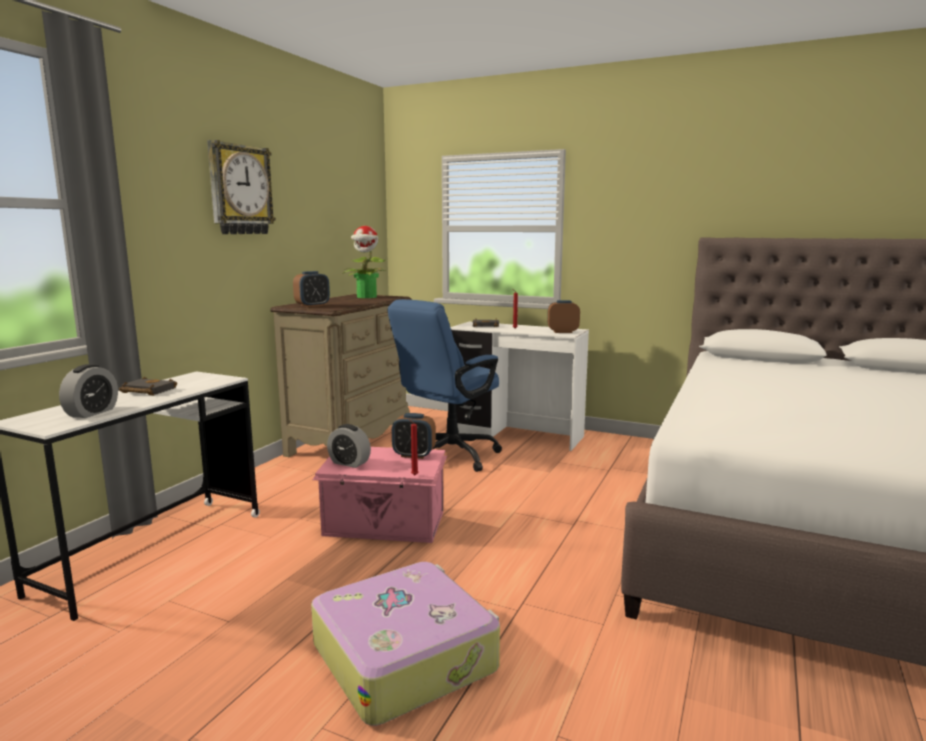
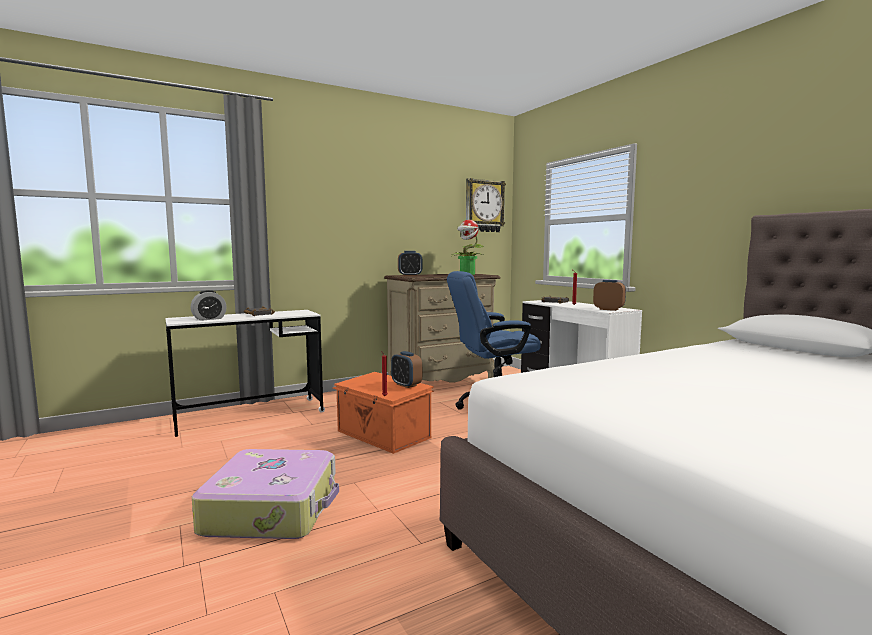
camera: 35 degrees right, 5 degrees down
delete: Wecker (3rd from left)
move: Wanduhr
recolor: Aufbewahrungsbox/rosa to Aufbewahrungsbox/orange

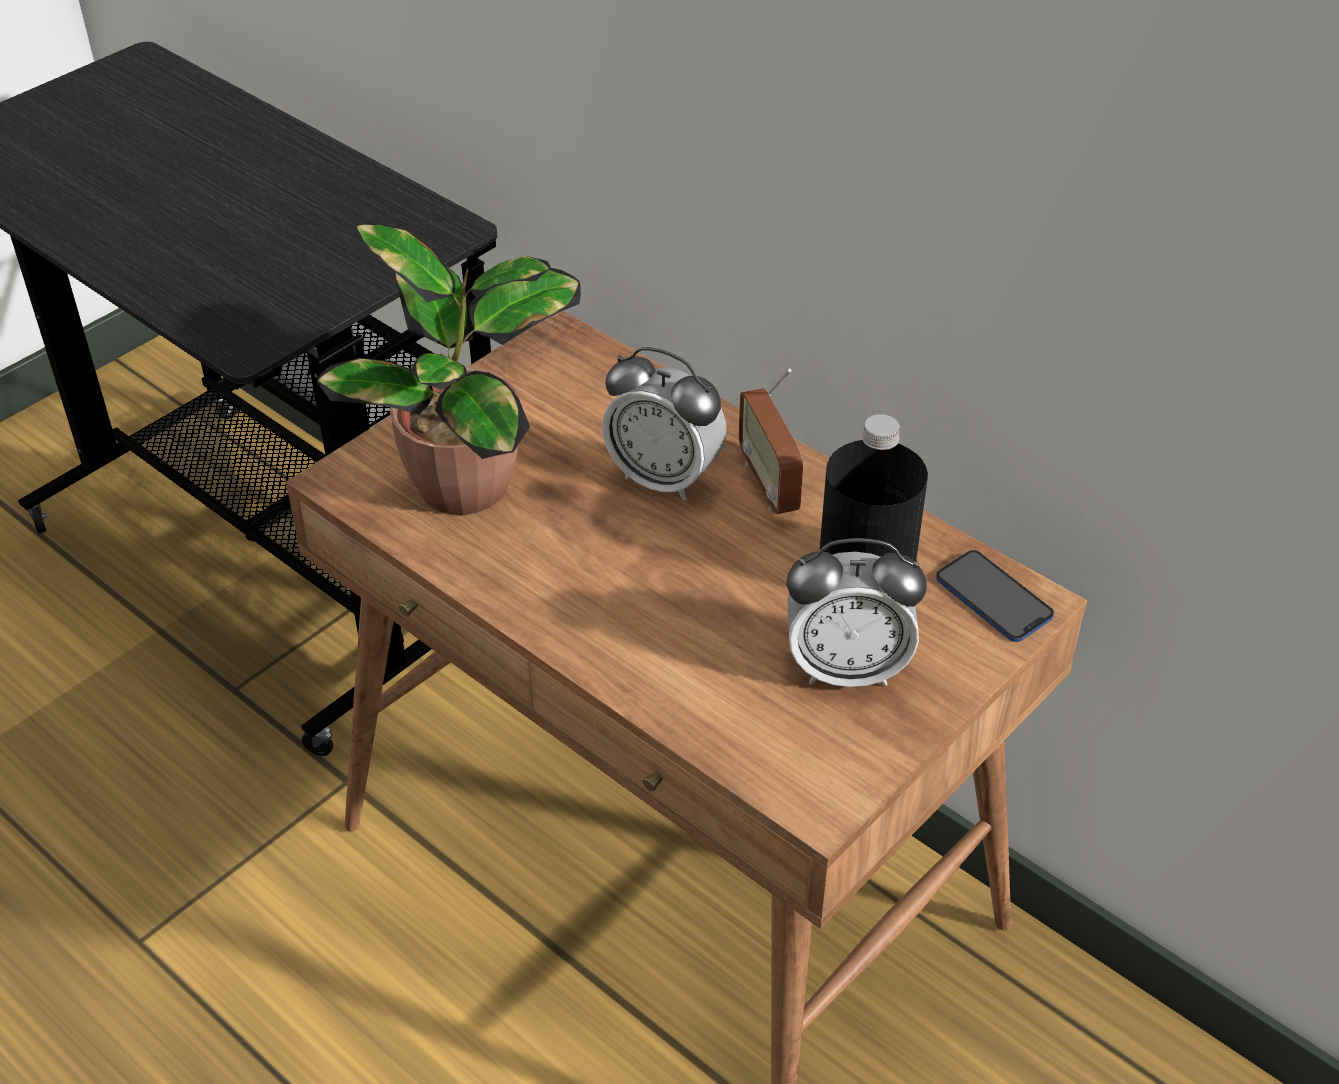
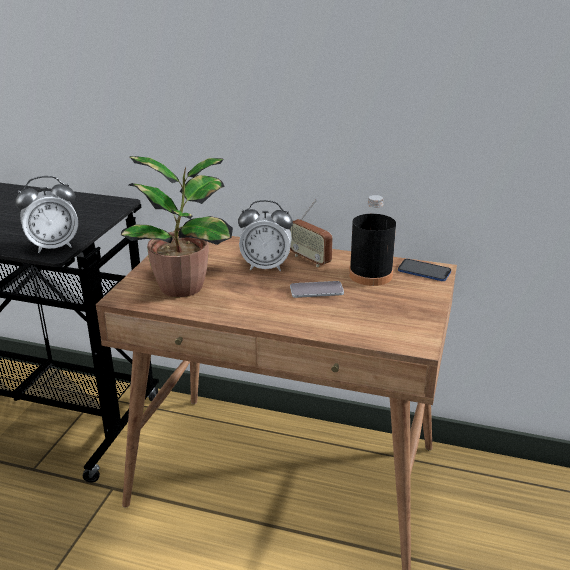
camera: 25 degrees left, 15 degrees down
insert: Handy (1st from left)
move: Wecker (2nd from left in the first image) to Wecker (1st from left)

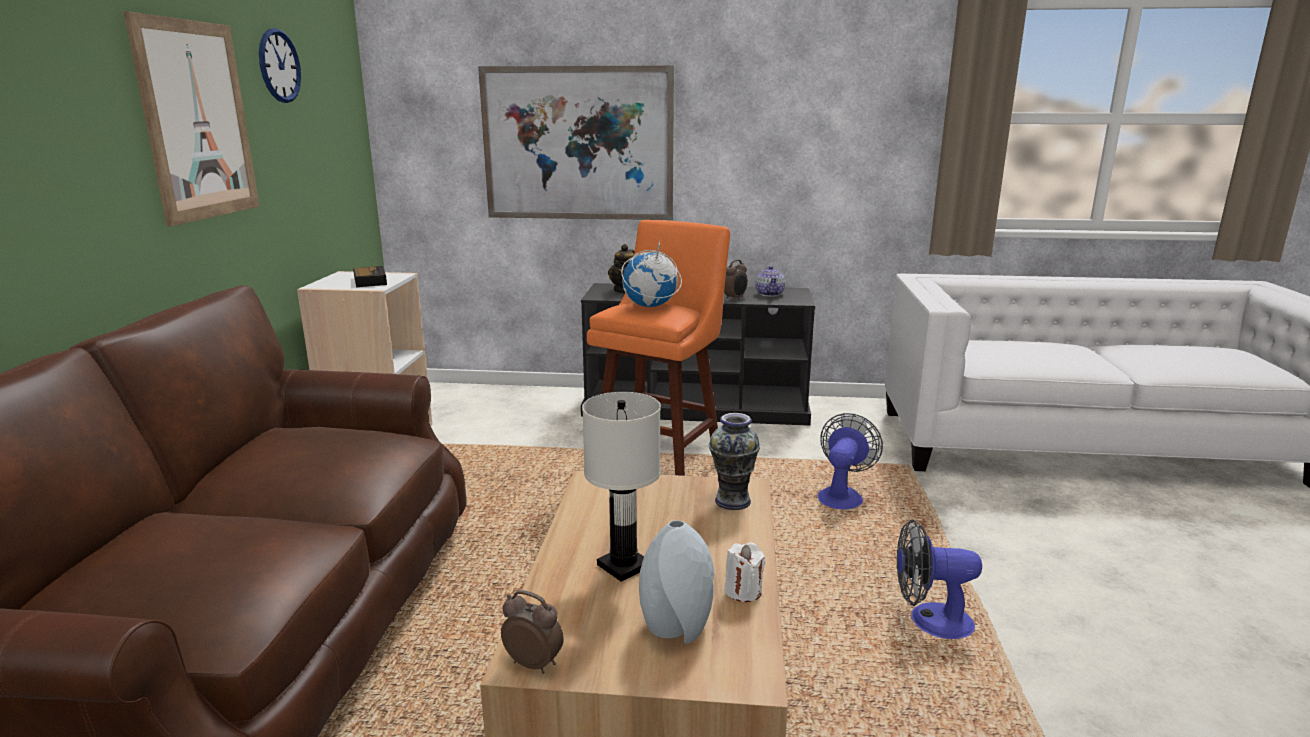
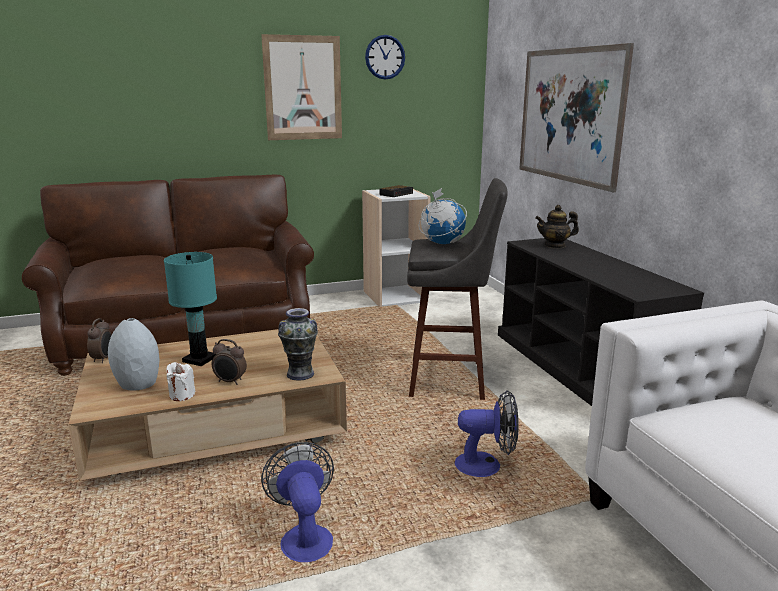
camera: 65 degrees right, 0 degrees up
delete: Teekanne (2nd from left)
move: Wecker (3rd from left in the first image) to Wecker (2nd from left)
recolor: Hocker/orange to Hocker/grau; Tischlampe/weiß to Tischlampe/türkis

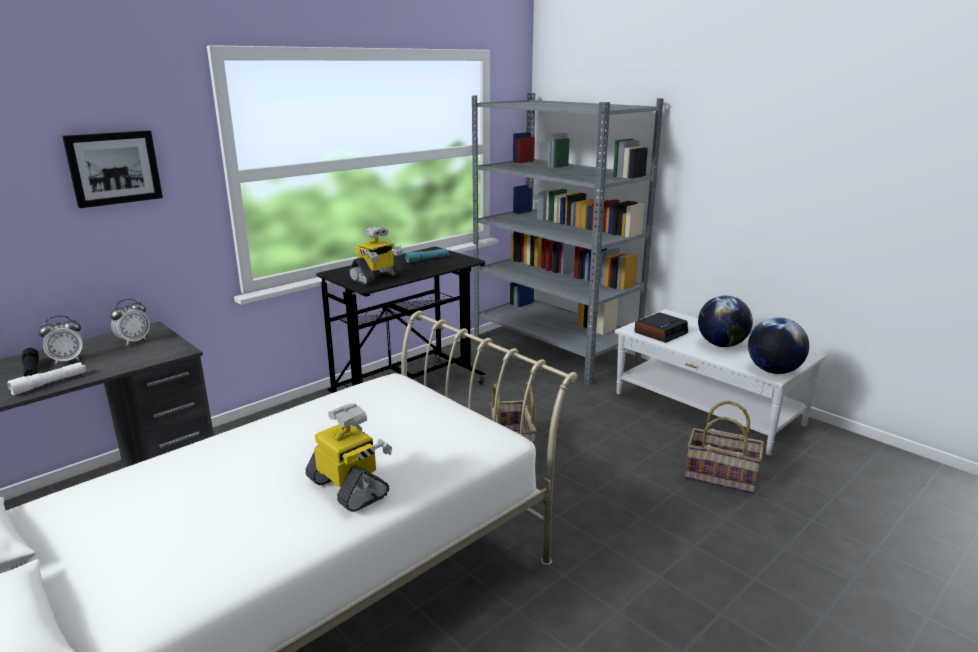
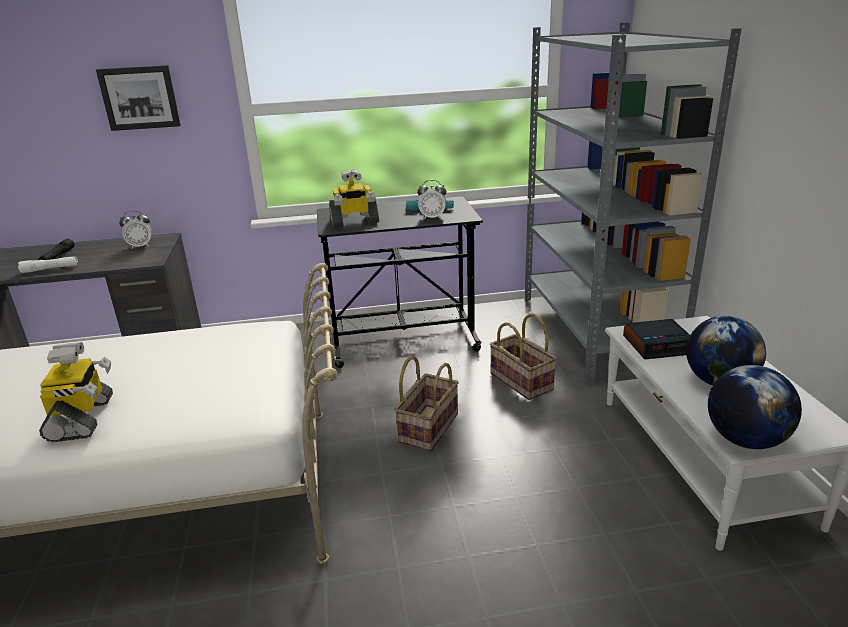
camera: 35 degrees right, 5 degrees up
move: Wecker (1st from left in the first image) to Wecker (2nd from left); Korb (2nd from left)

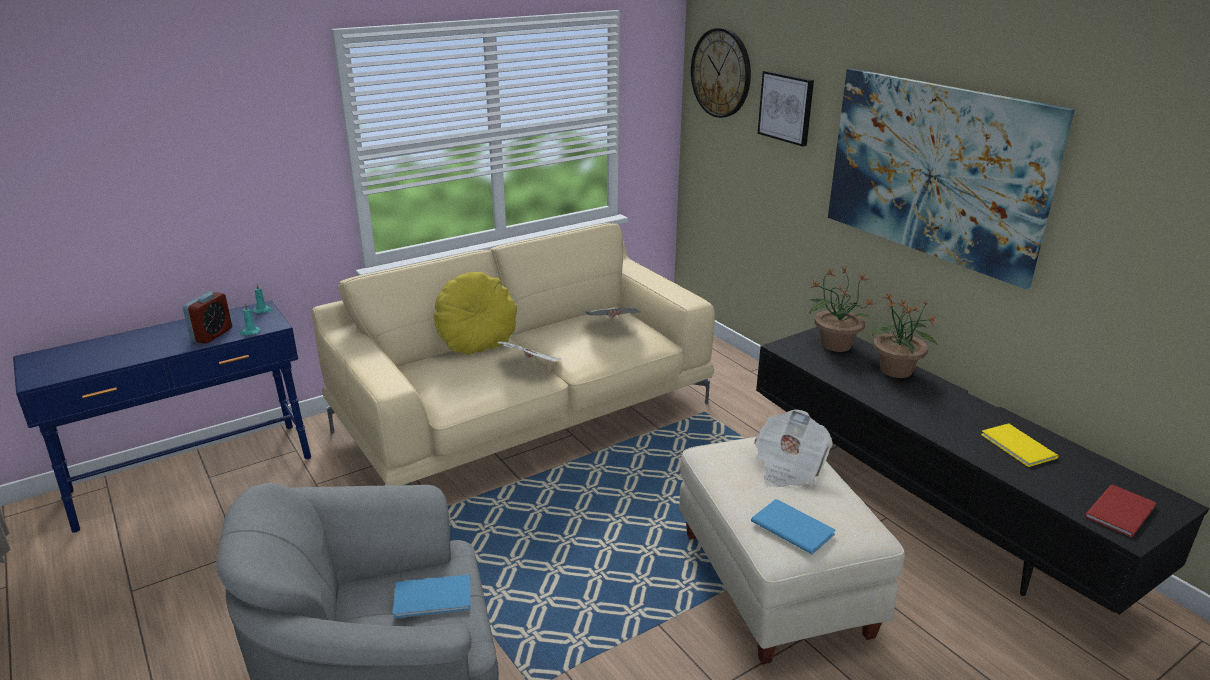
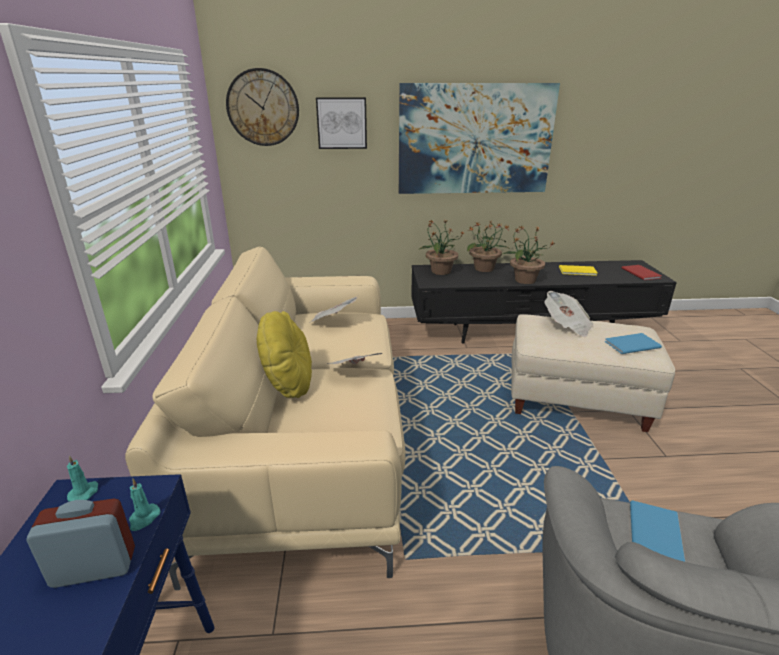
camera: 60 degrees left, 0 degrees up
insert: Topfpflanze (3rd from left)
rotate: Wecker 60 degrees counterclockwise

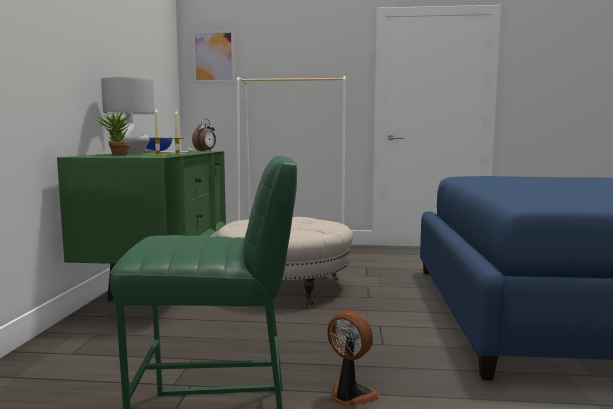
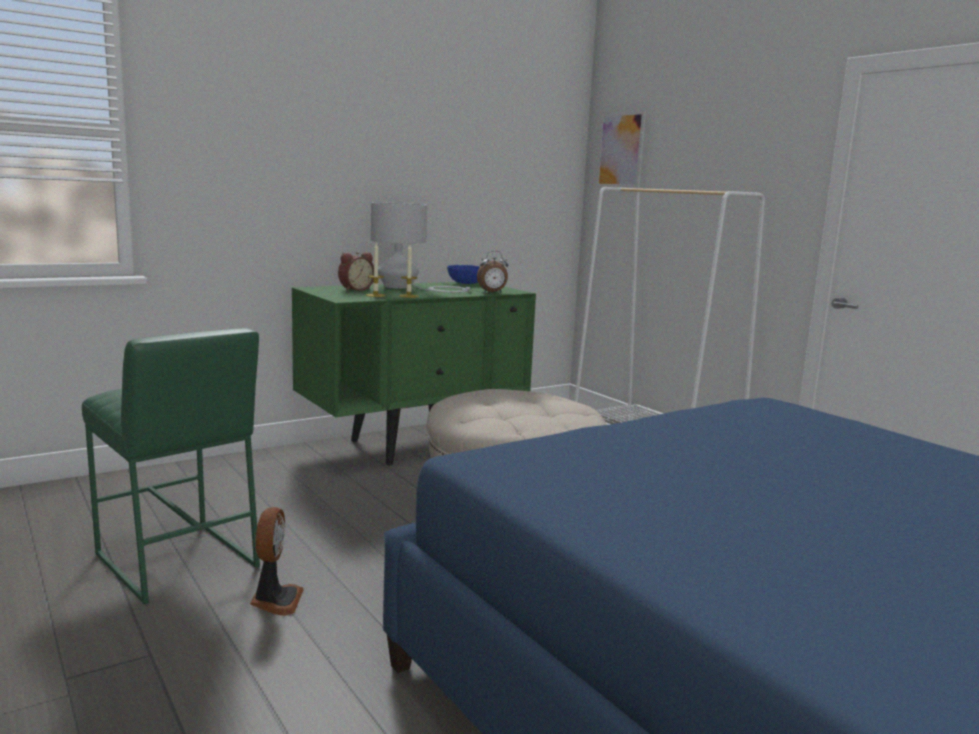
camera: 50 degrees right, 5 degrees up
replace: Topfpflanze to Wecker (1st from left)

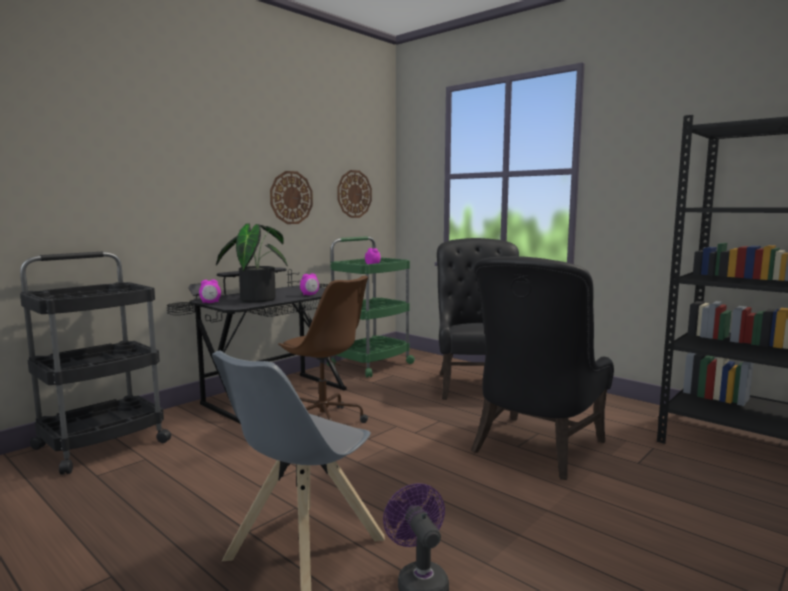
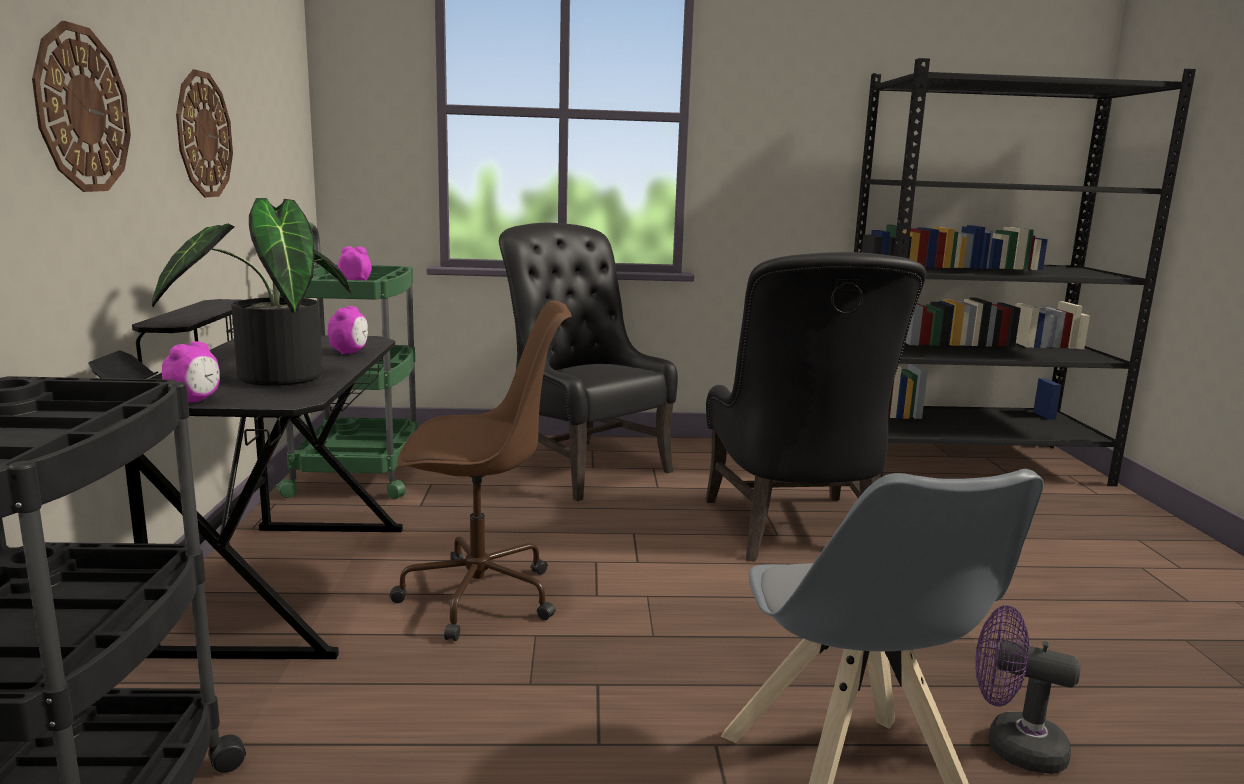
camera: 45 degrees left, 5 degrees up
move: Wanduhr (2nd from left in the first image) to Wanduhr (1st from left)

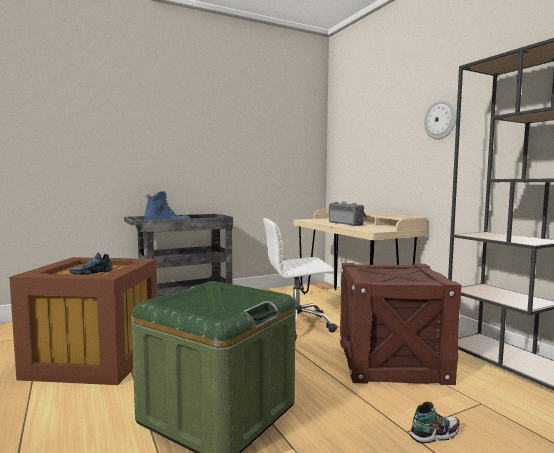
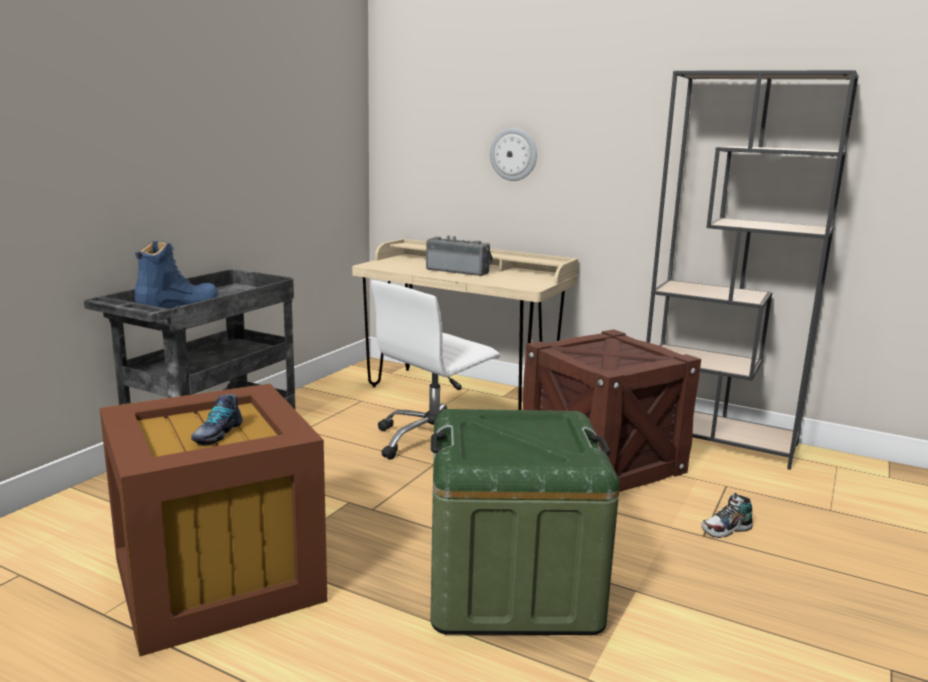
camera: 35 degrees left, 10 degrees up
move: Wanduhr
rotate: Schuh (2nd from left) 150 degrees counterclockwise

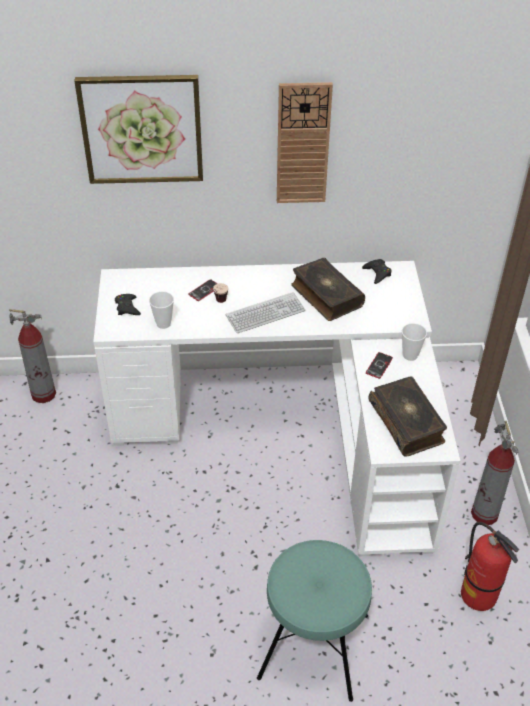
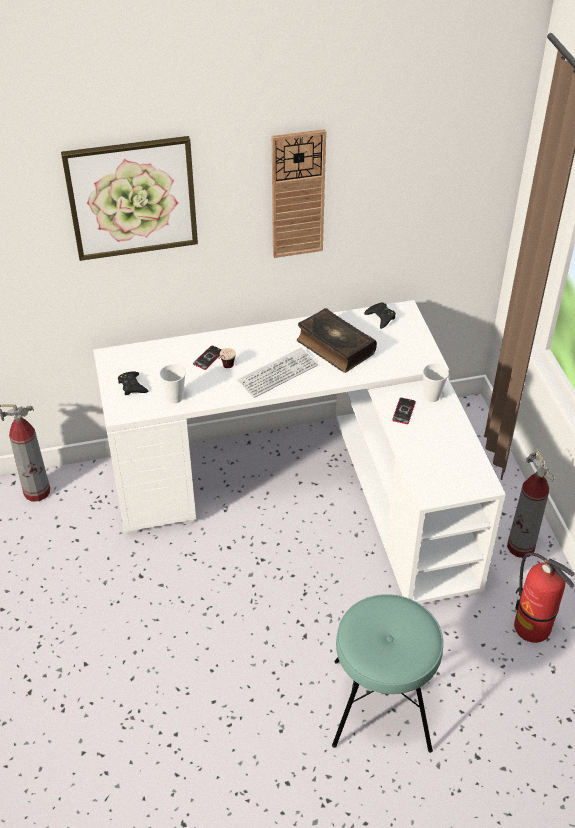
camera: 10 degrees left, 0 degrees up
delete: Buch (2nd from left)

